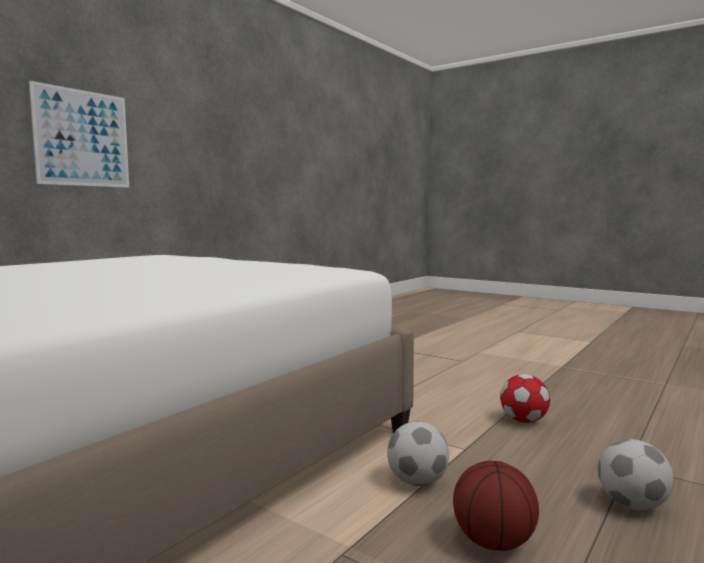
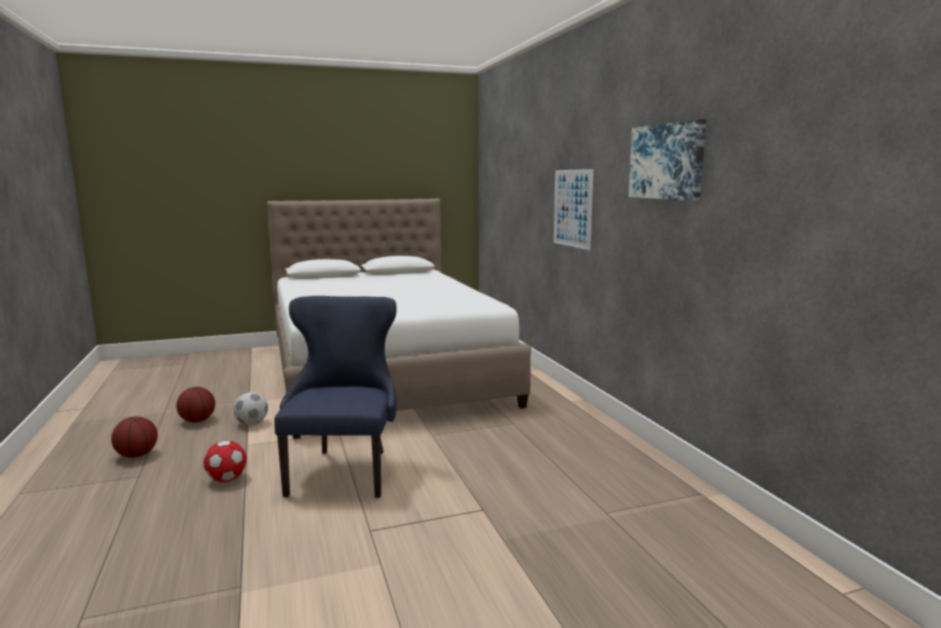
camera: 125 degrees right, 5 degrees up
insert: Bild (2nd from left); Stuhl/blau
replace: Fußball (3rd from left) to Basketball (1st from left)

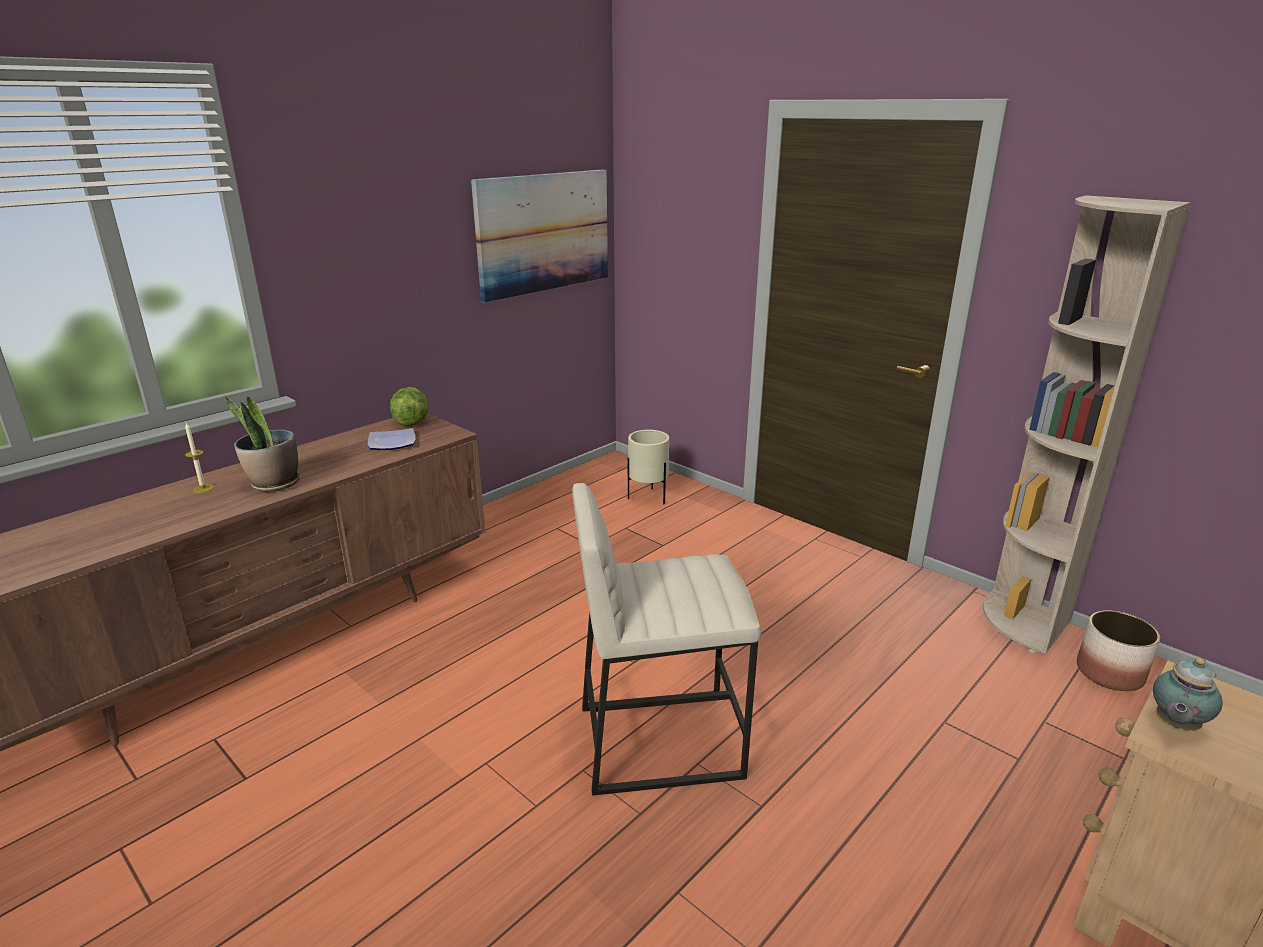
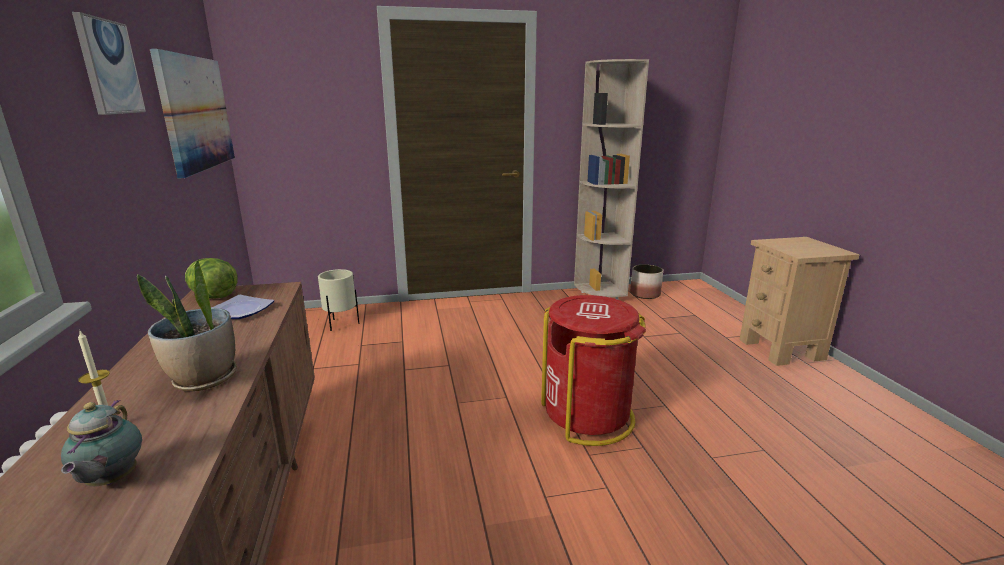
camera: 55 degrees left, 5 degrees down
insert: Bild (1st from left)
move: Teekanne
replace: Hocker/beige to Mülleimer/rot

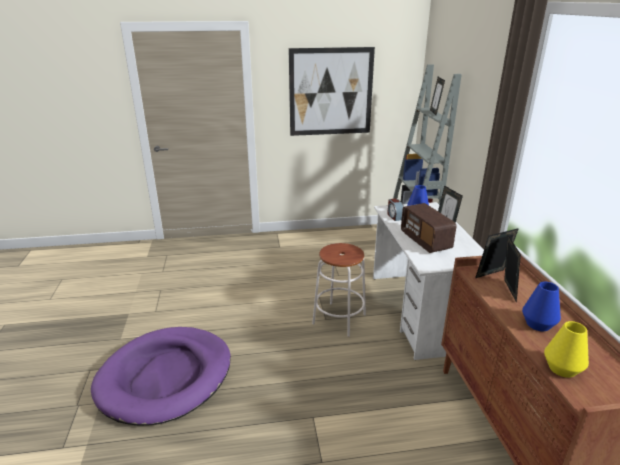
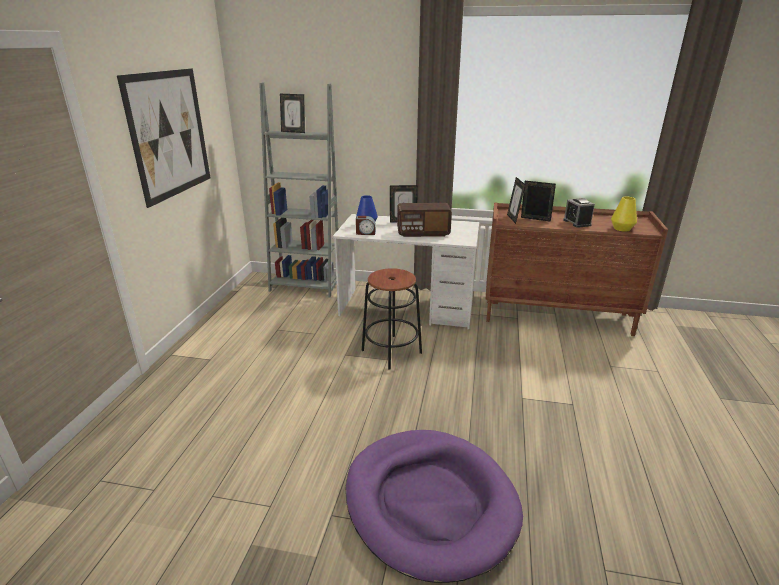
camera: 70 degrees left, 0 degrees up
replace: Vase/blau (2nd from left) to Wecker (2nd from left)
recolor: Hocker/weiß to Hocker/schwarz

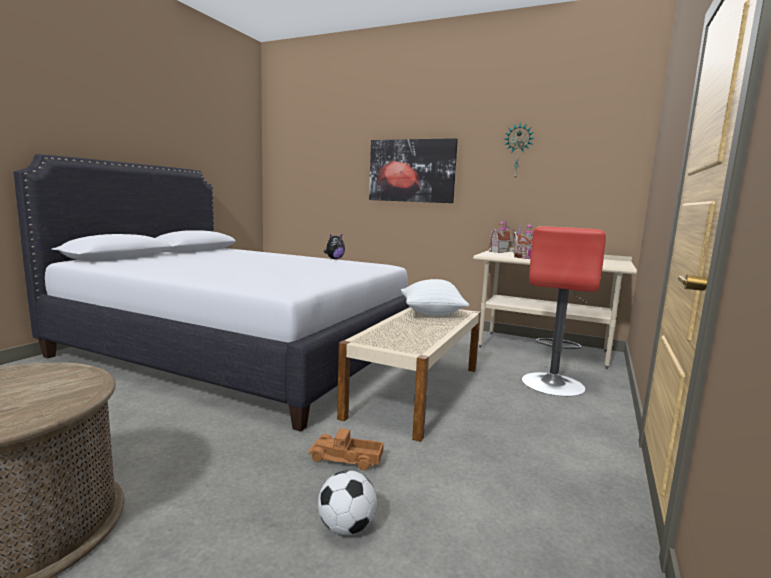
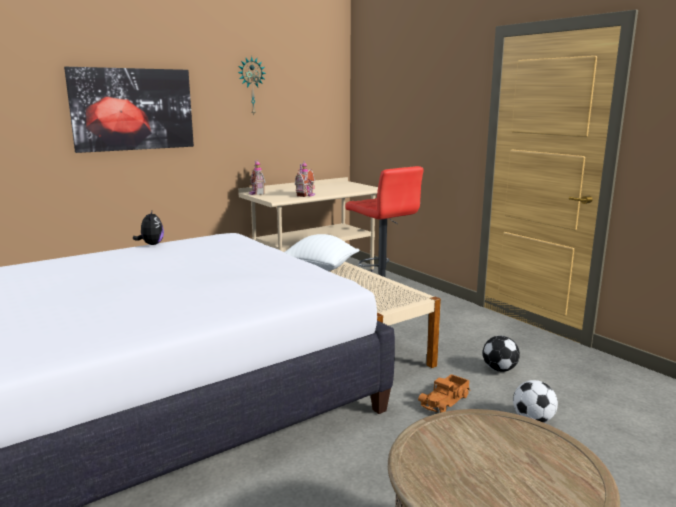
camera: 60 degrees left, 5 degrees up
insert: Fußball (1st from left)

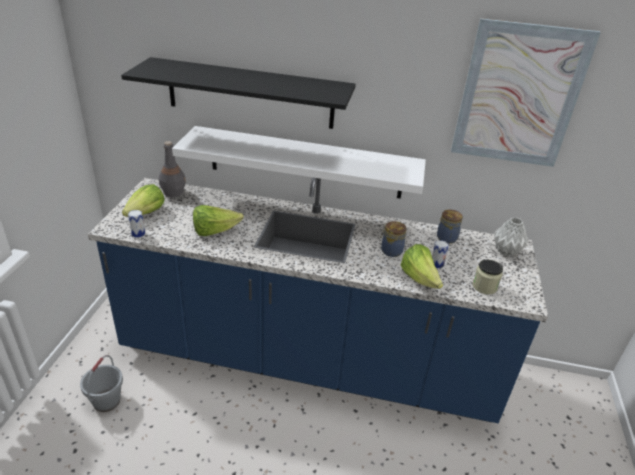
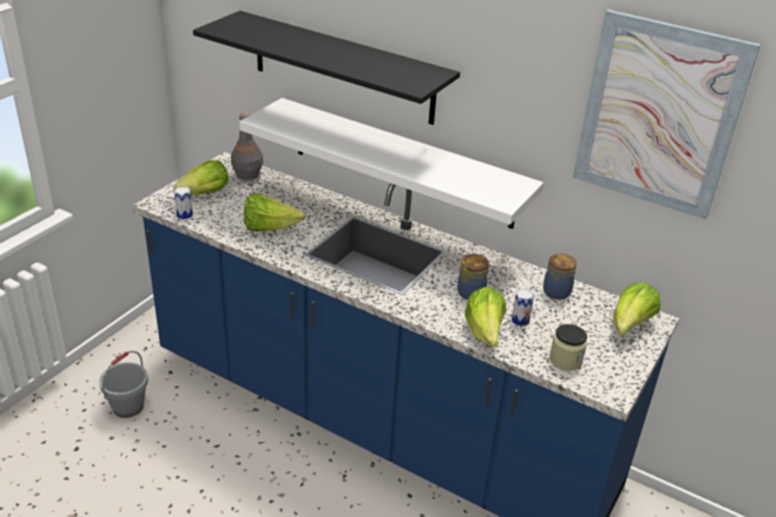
camera: 20 degrees right, 0 degrees up
replace: Vase/grau to Salatkopf (4th from left)

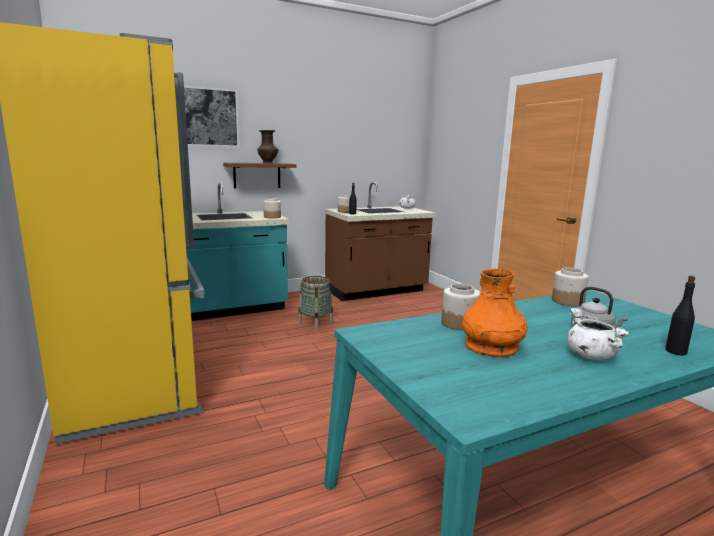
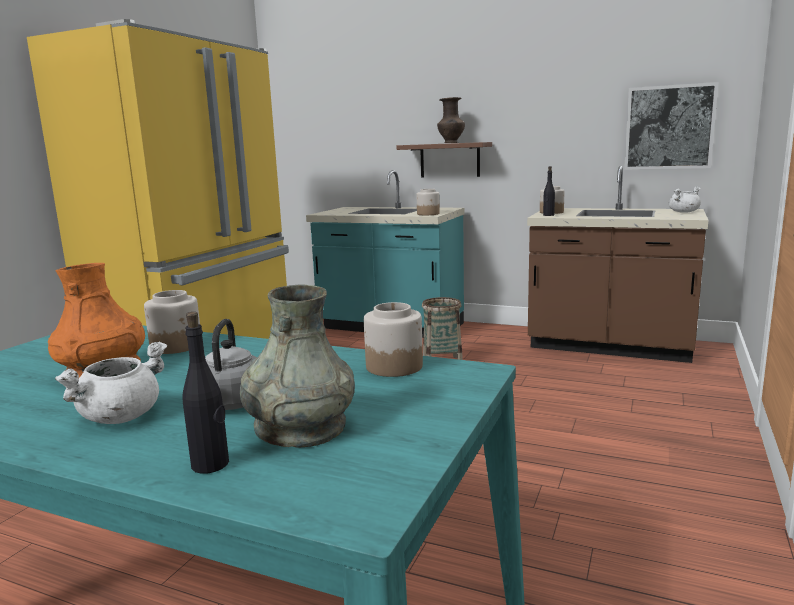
camera: 50 degrees right, 0 degrees up
insert: Vase/grau
move: Bild

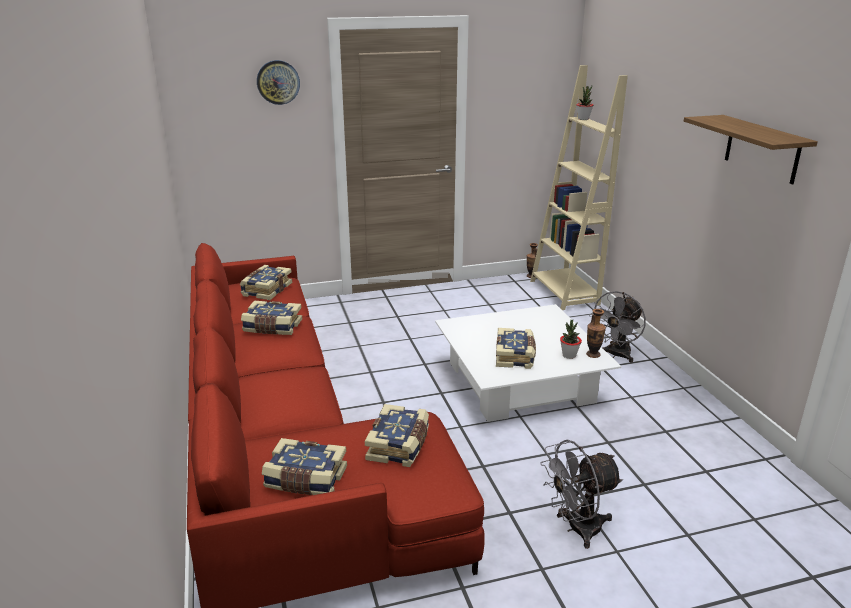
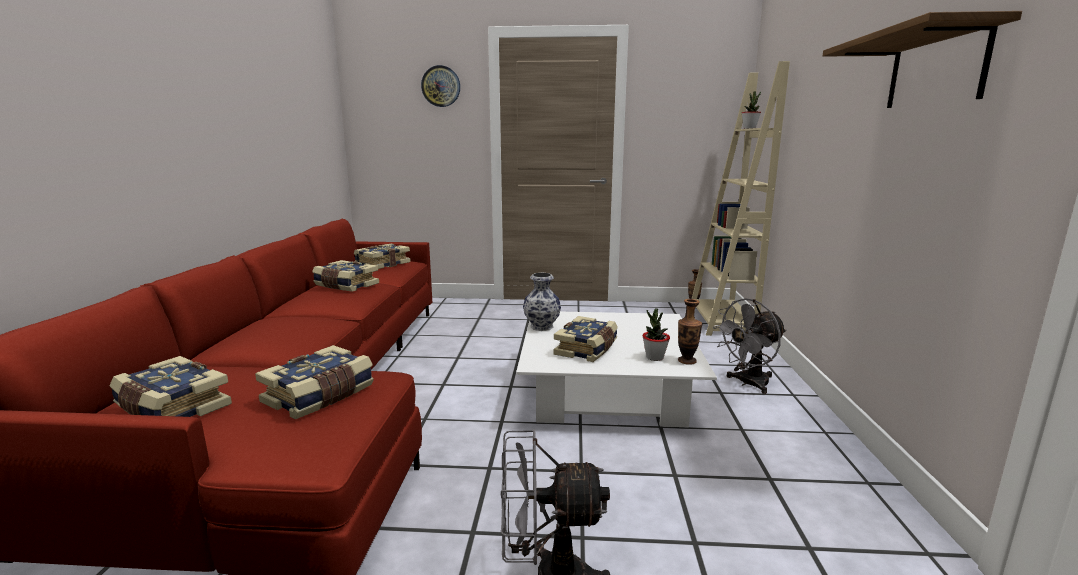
camera: 20 degrees right, 10 degrees down
insert: Vase (1st from left)

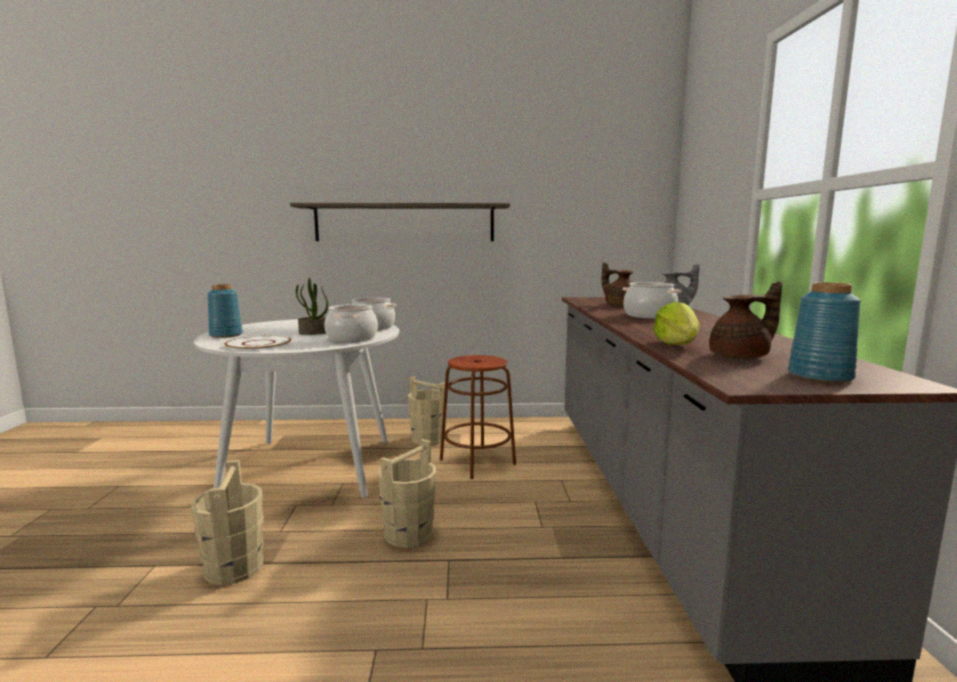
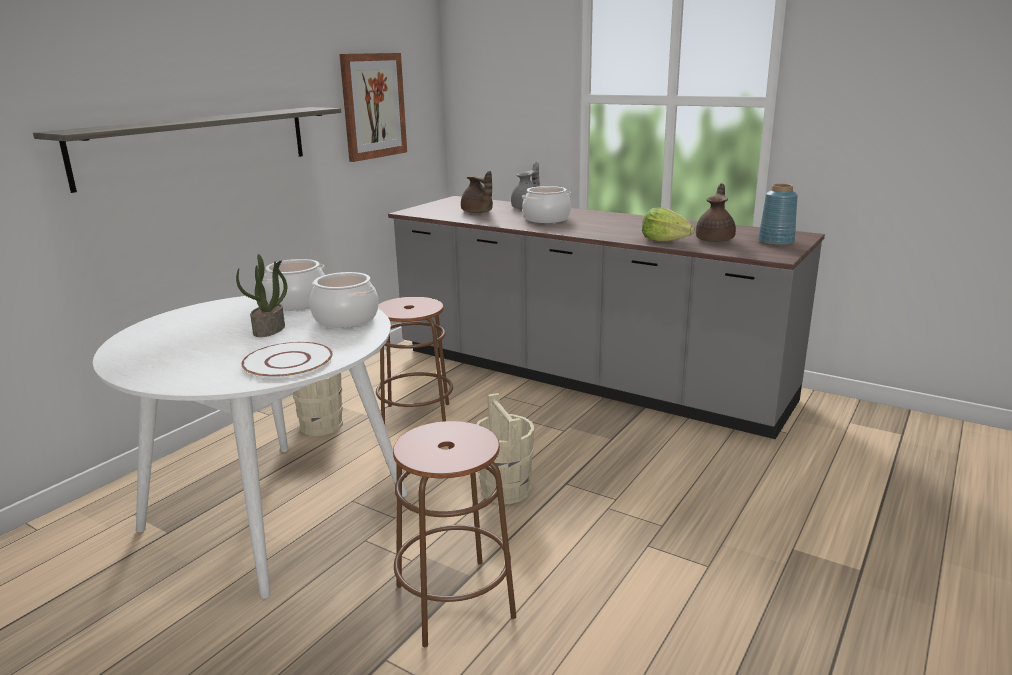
camera: 55 degrees left, 10 degrees up
delete: Vase/blau (1st from left)
insert: Bild
replace: Eimer/beige (1st from left) to Hocker/braun (2nd from left)
rotate: Teekanne/braun (1st from left) 120 degrees counterclockwise

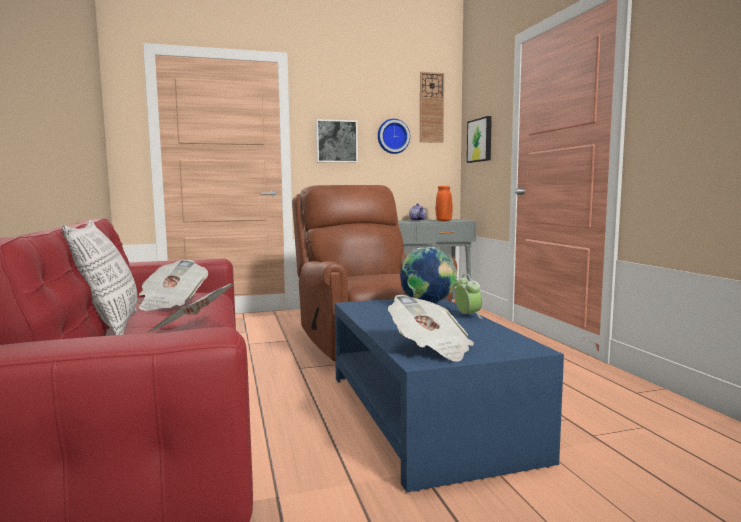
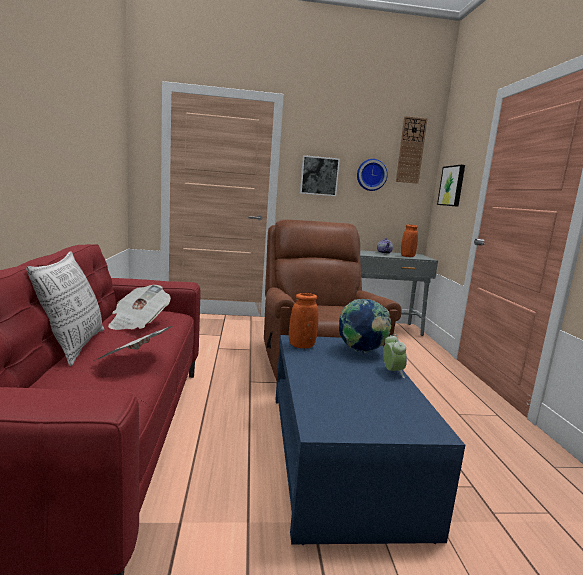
camera: 10 degrees right, 5 degrees up
delete: Zeitung (3rd from left)
insert: Vase/orange (1st from left)

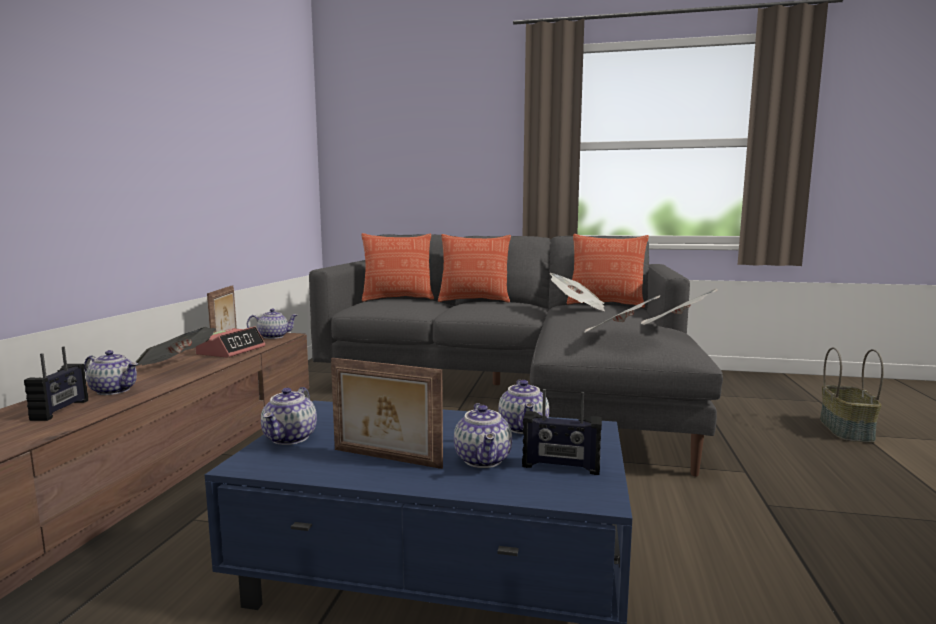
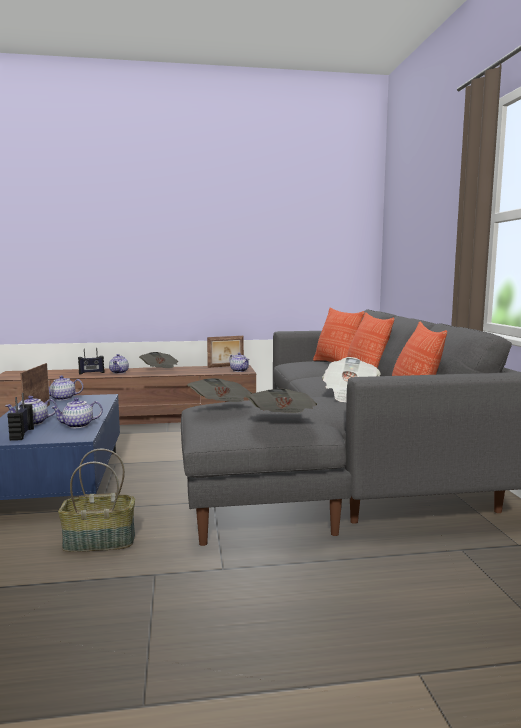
camera: 70 degrees right, 0 degrees up
delete: Wecker
move: Korb

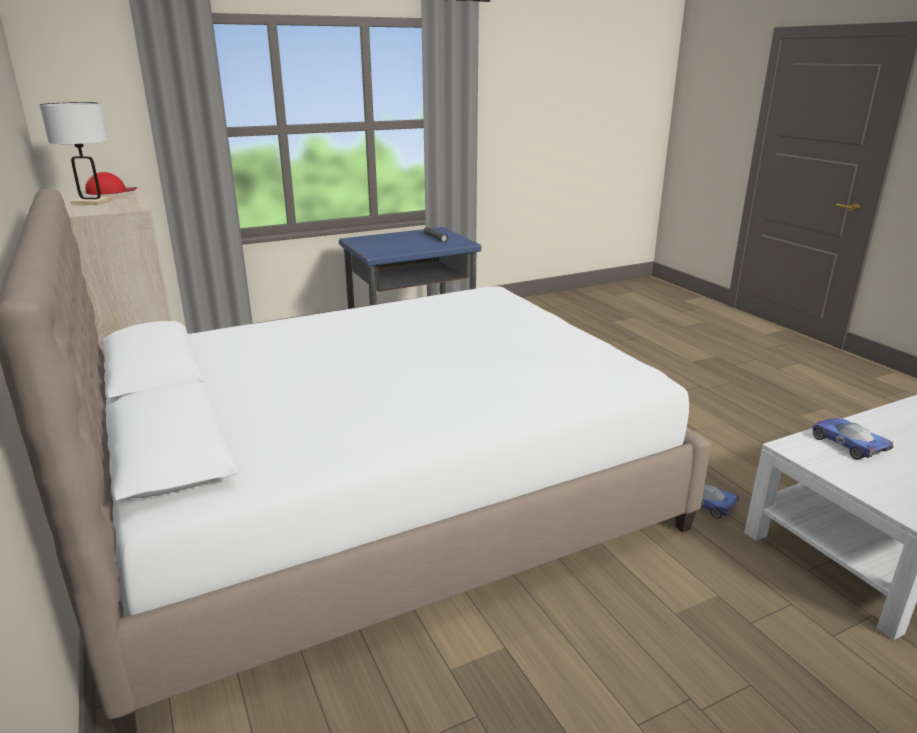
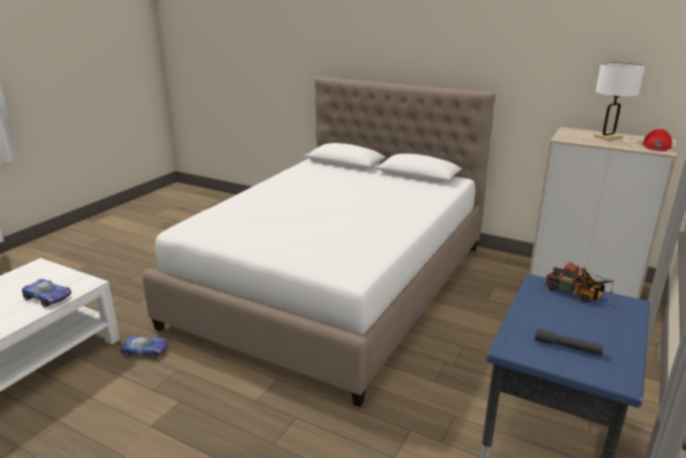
camera: 145 degrees right, 0 degrees up
insert: Spielzeuglaster

